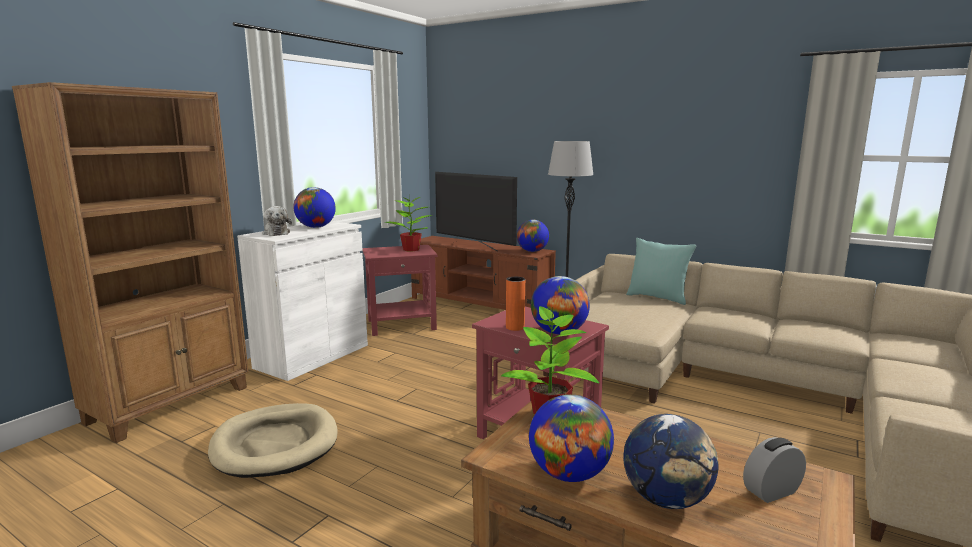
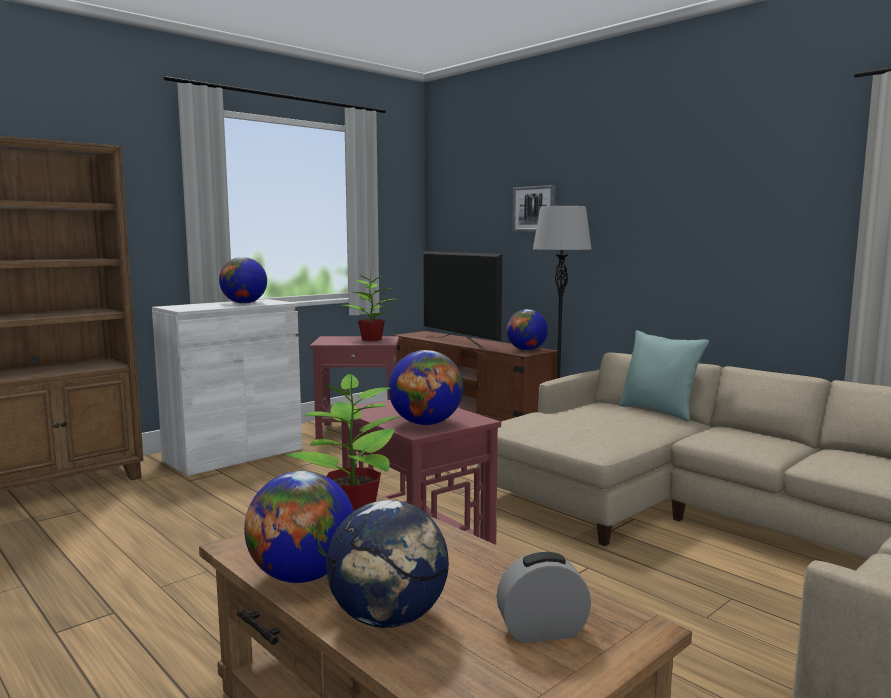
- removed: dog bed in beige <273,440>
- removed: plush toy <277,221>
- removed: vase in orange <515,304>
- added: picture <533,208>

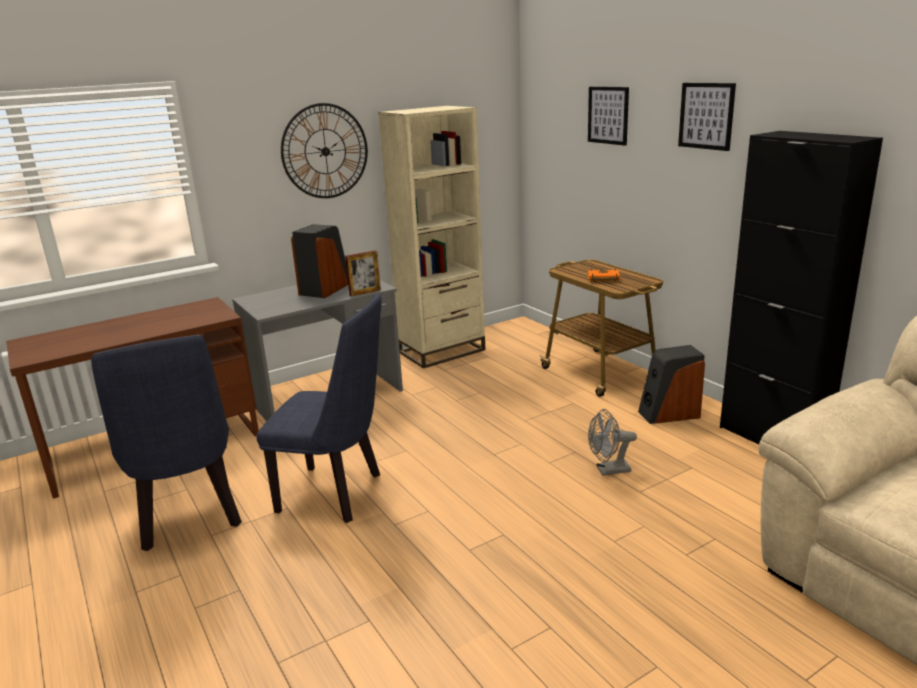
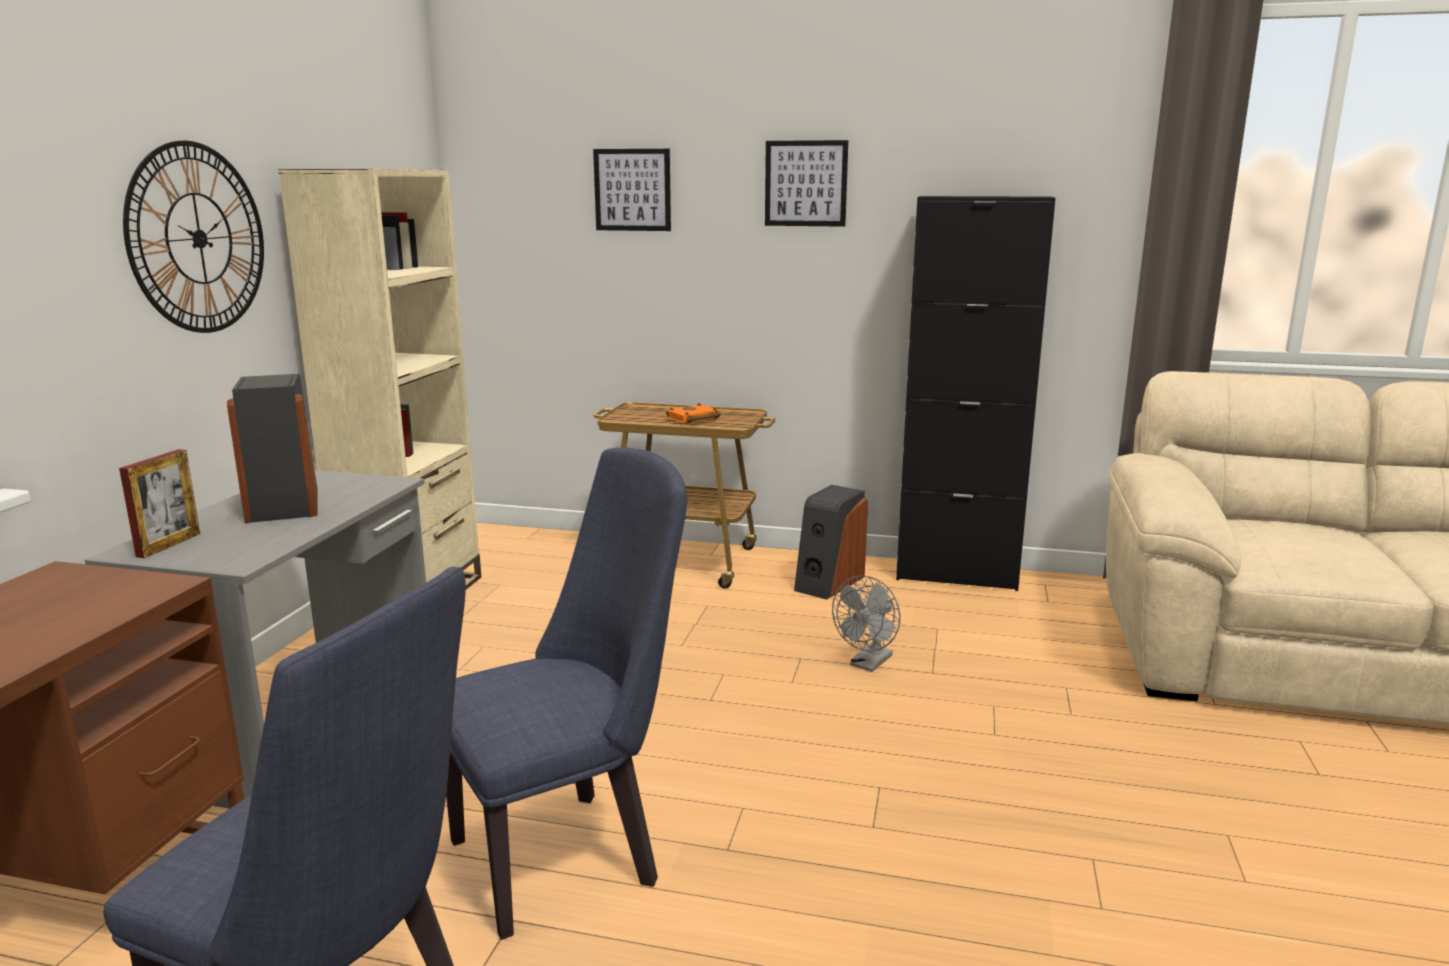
- moved: picture frame <363,273> to <159,503>

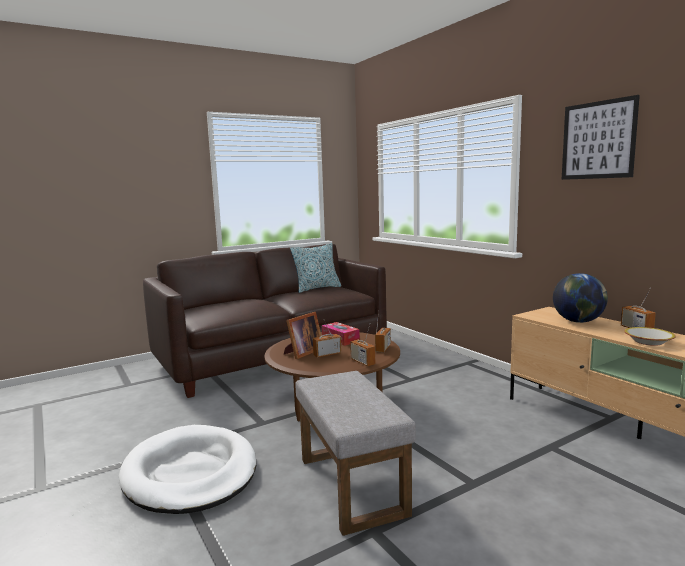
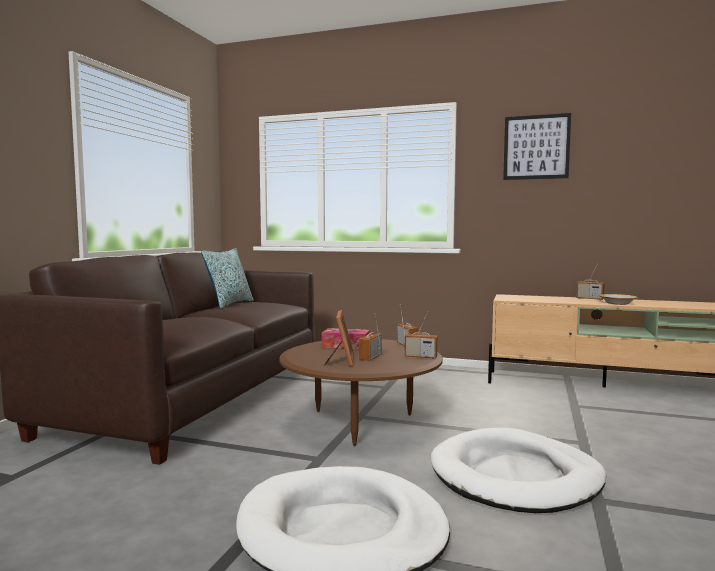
- replaced: ottoman in grey <355,453> to dog bed in white <518,470>
- removed: globe <580,298>

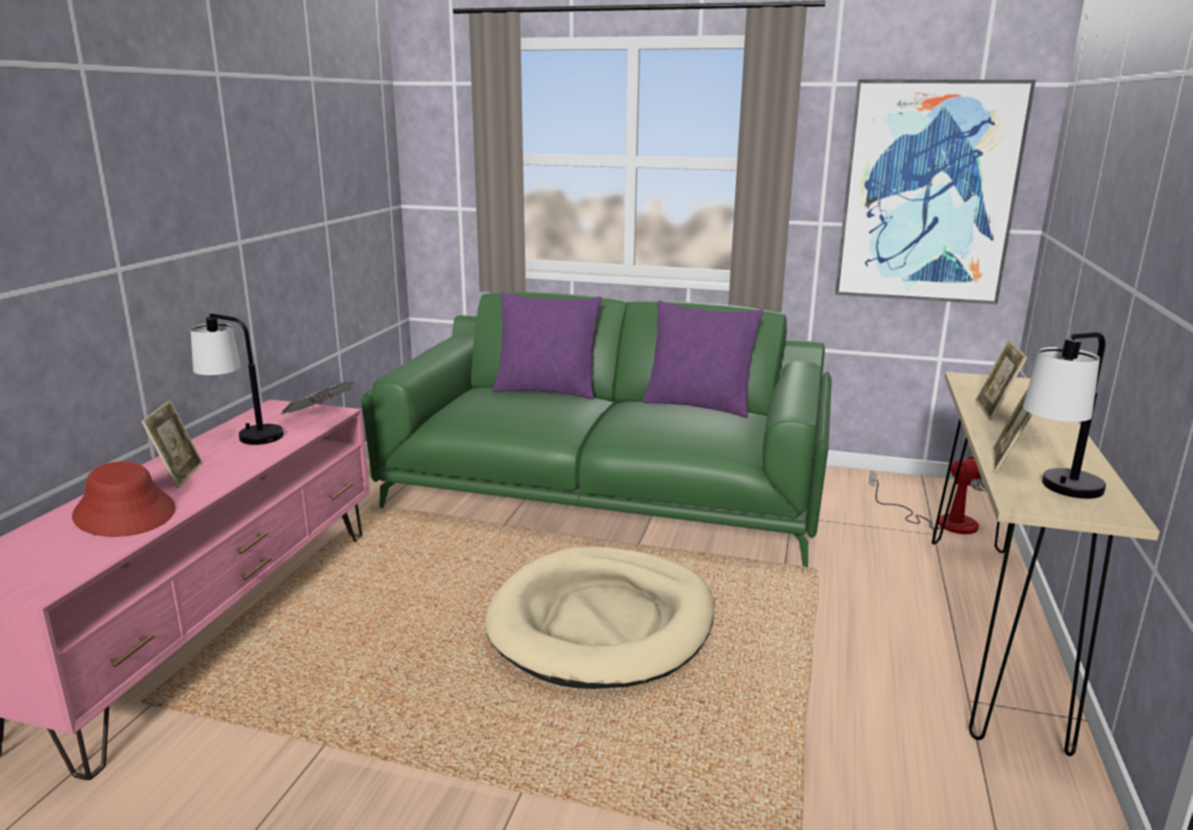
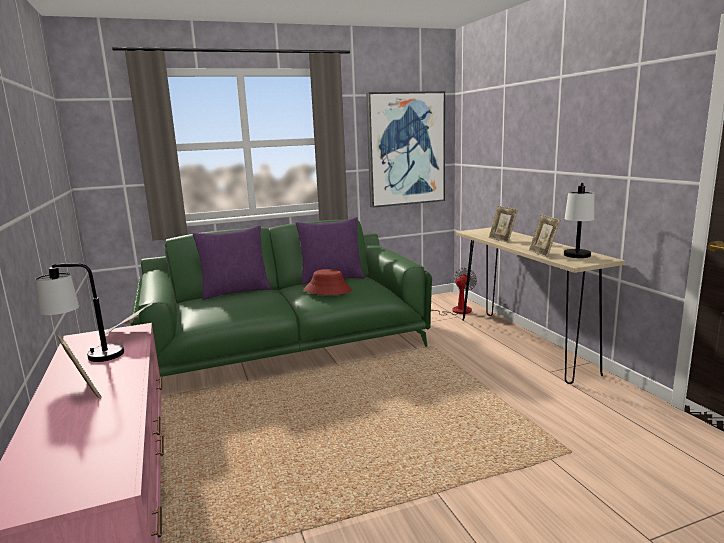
- moved: hat in red <124,499> to <328,282>
- removed: dog bed in beige <599,617>

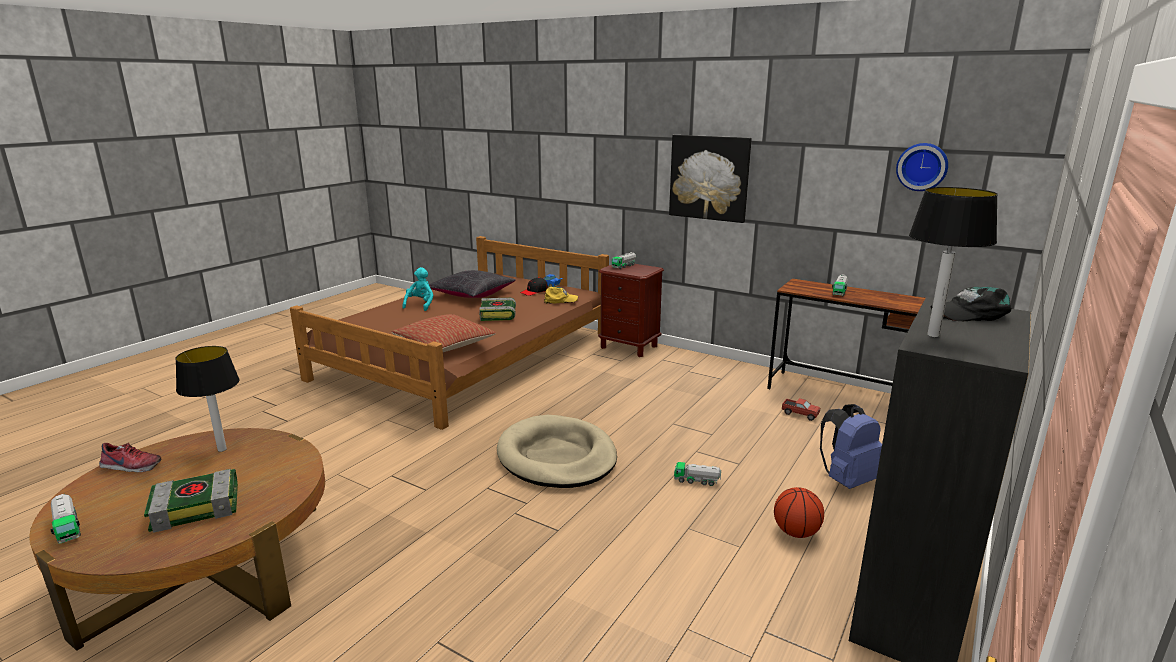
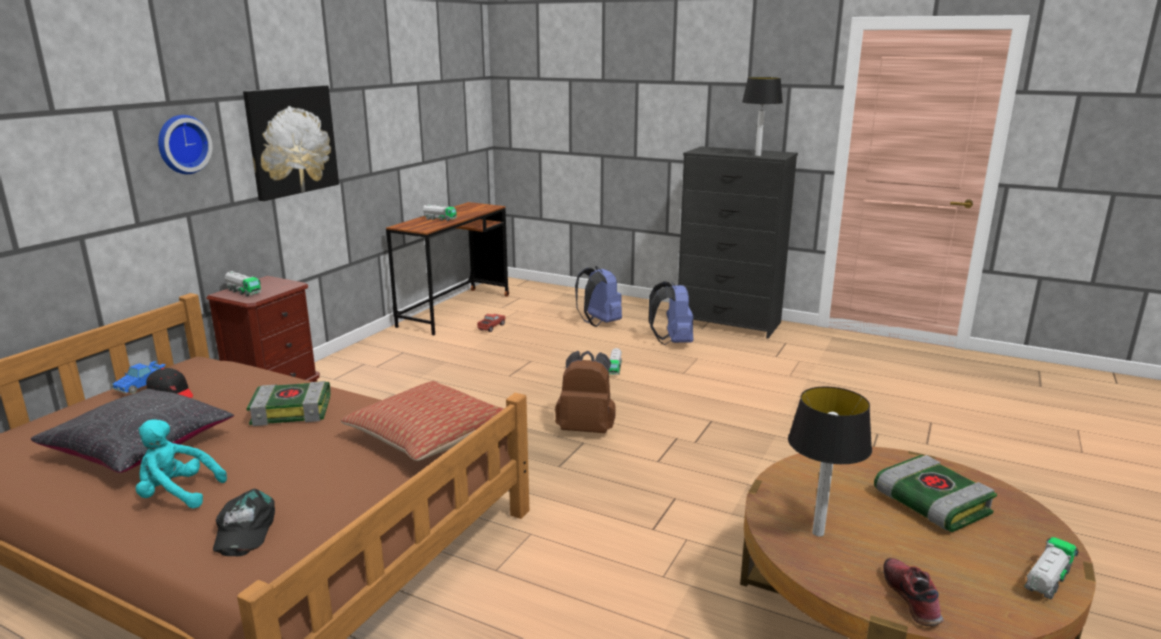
- replaced: dog bed in beige <557,451> to backpack in brown <585,392>
- removed: cap in yellow <561,295>
- replaced: basketball <799,512> to backpack in blue <671,313>
- moved: wall clock <922,167> to <185,144>
- moved: cap in black <971,304> to <244,522>

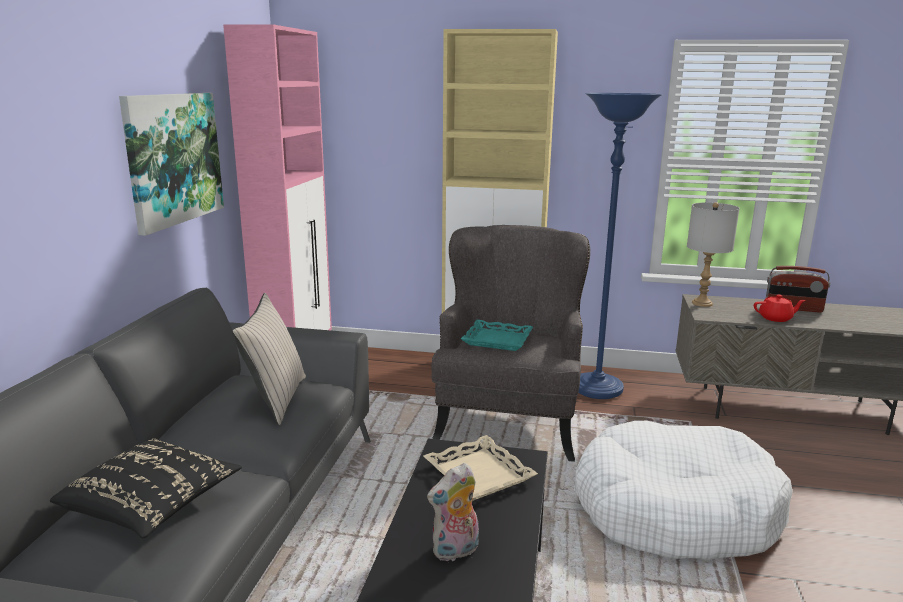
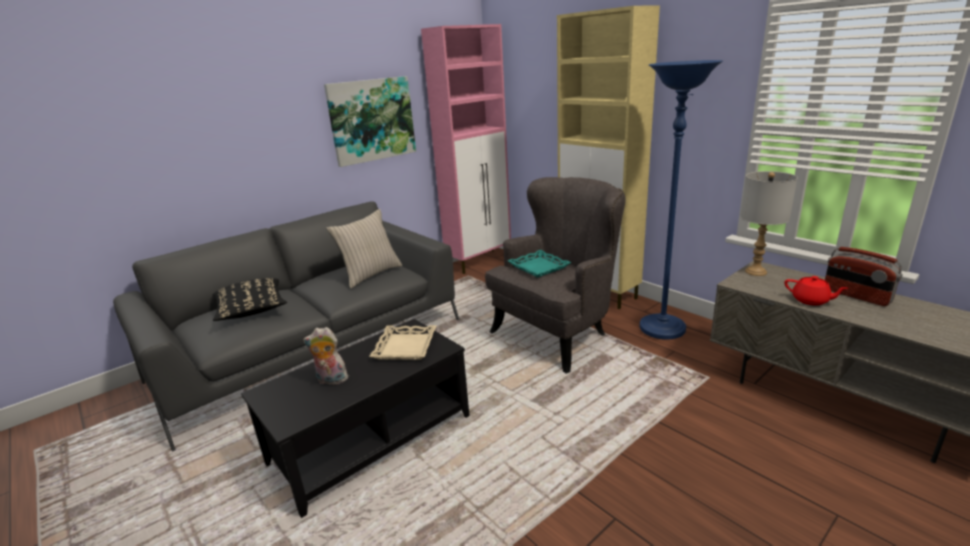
- removed: dog bed in white <683,490>

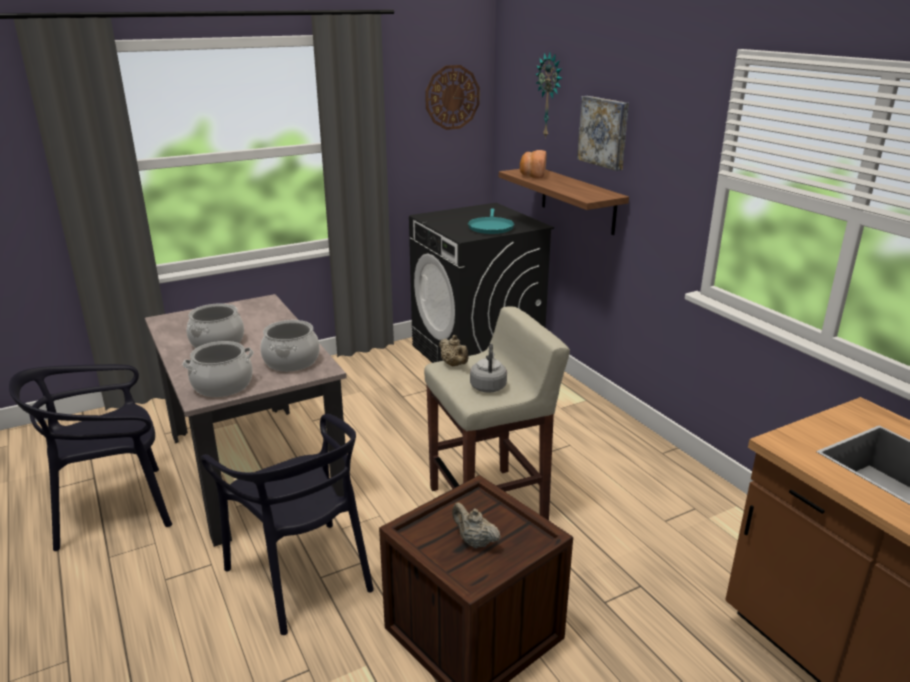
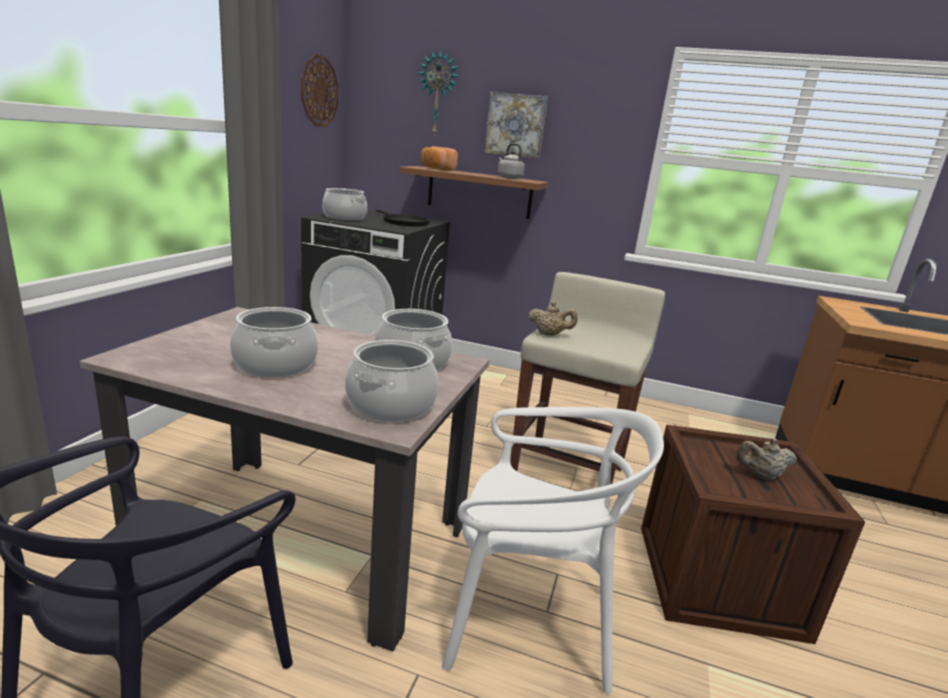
- recoloured: chair in black <287,524> to chair in white <553,550>
- recoloured: frying pan in turquoise <491,221> to frying pan in black <403,218>
- moved: kettle in grey <488,368> to <511,161>
- added: cooking pot <344,204>

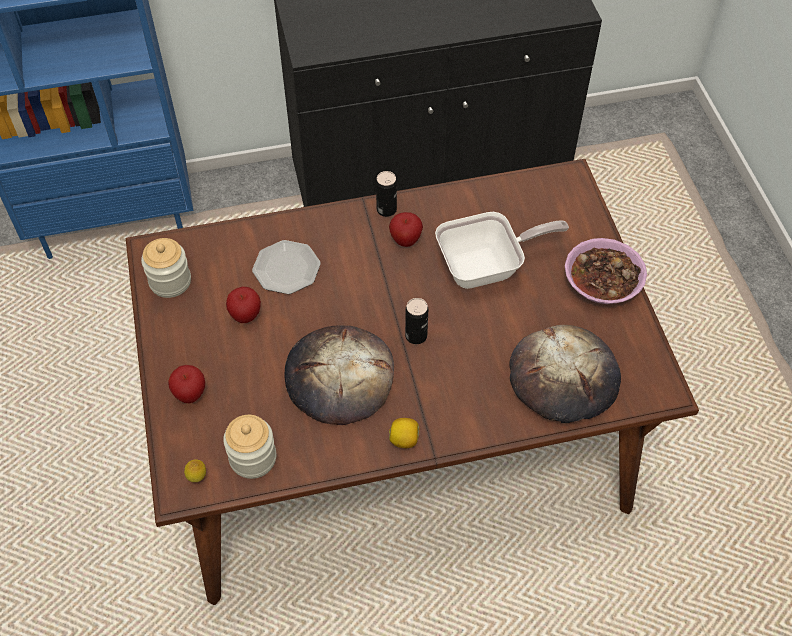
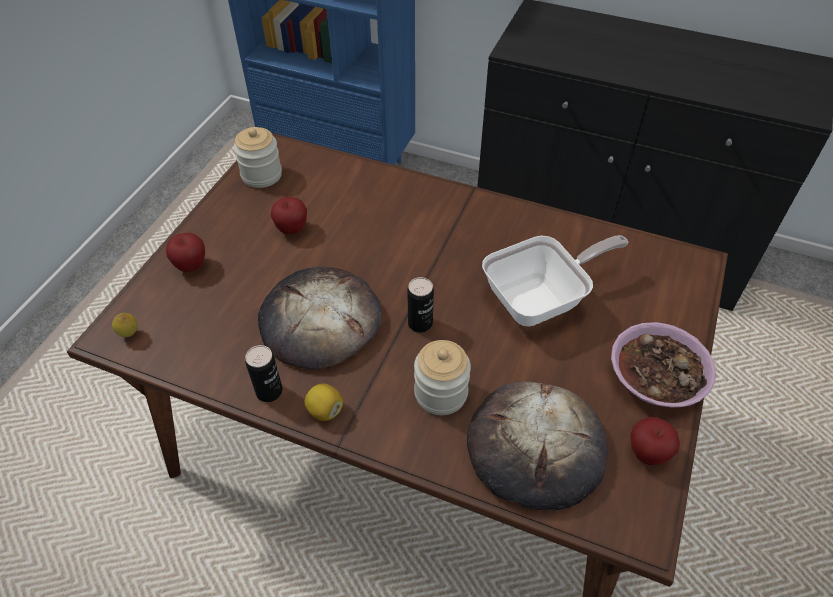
- moved: jar <249,447> to <442,377>
- removed: plate <286,267>
- moved: can <386,194> to <264,373>
- moved: apple <406,229> to <655,441>
- turned: frying pan <502,250> = <555,281> 45 degrees counterclockwise

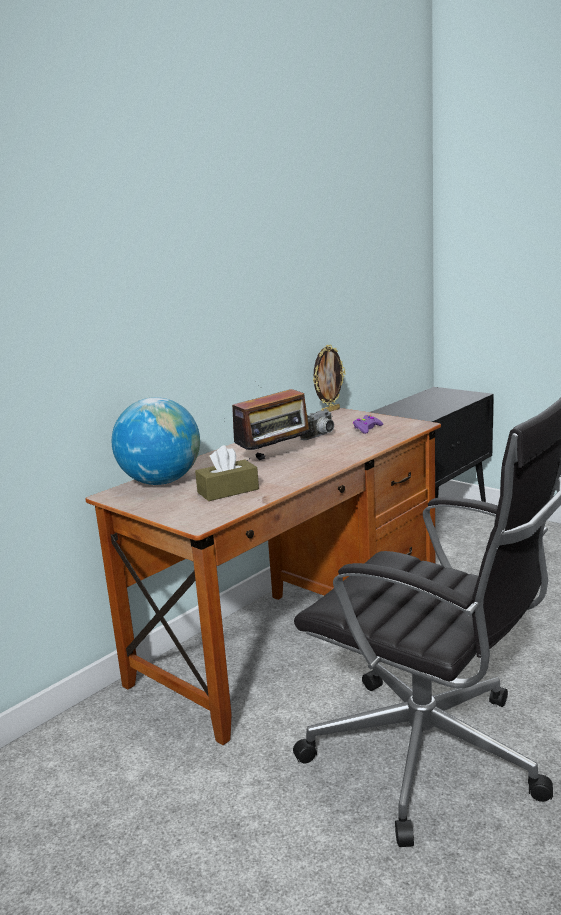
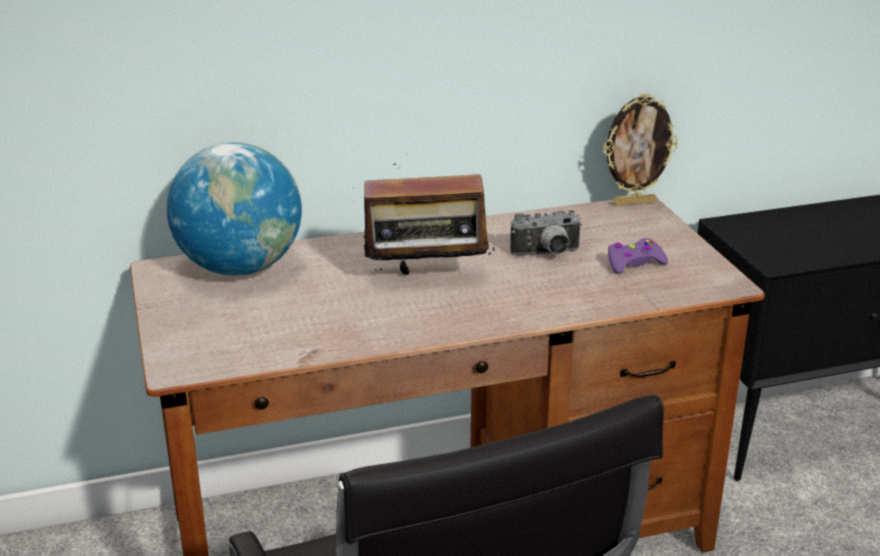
- removed: tissue box in brown <227,473>

